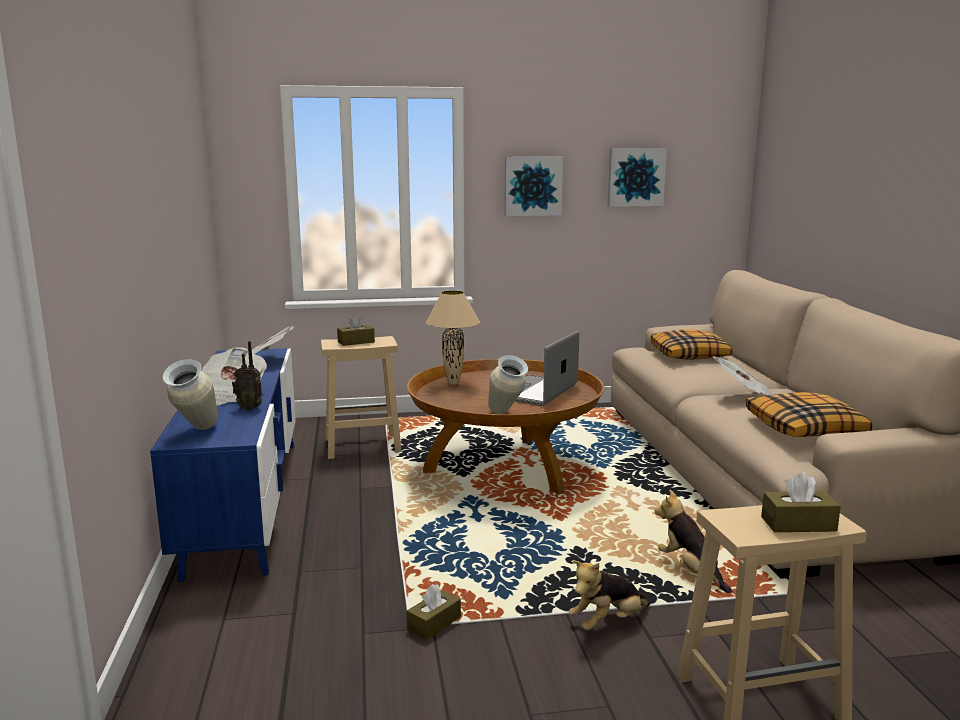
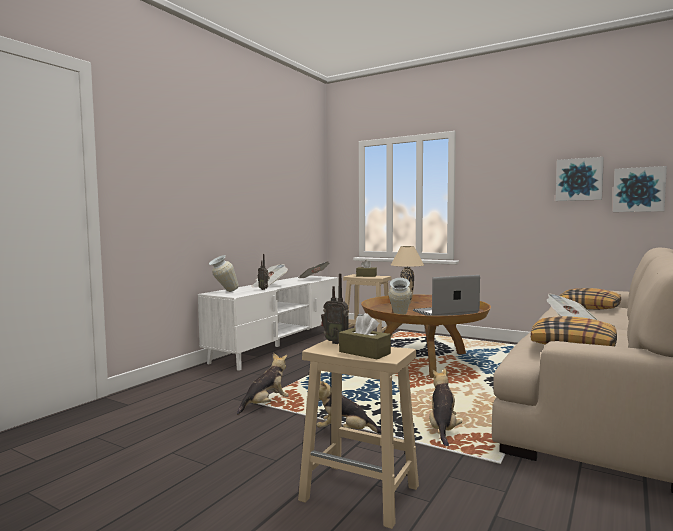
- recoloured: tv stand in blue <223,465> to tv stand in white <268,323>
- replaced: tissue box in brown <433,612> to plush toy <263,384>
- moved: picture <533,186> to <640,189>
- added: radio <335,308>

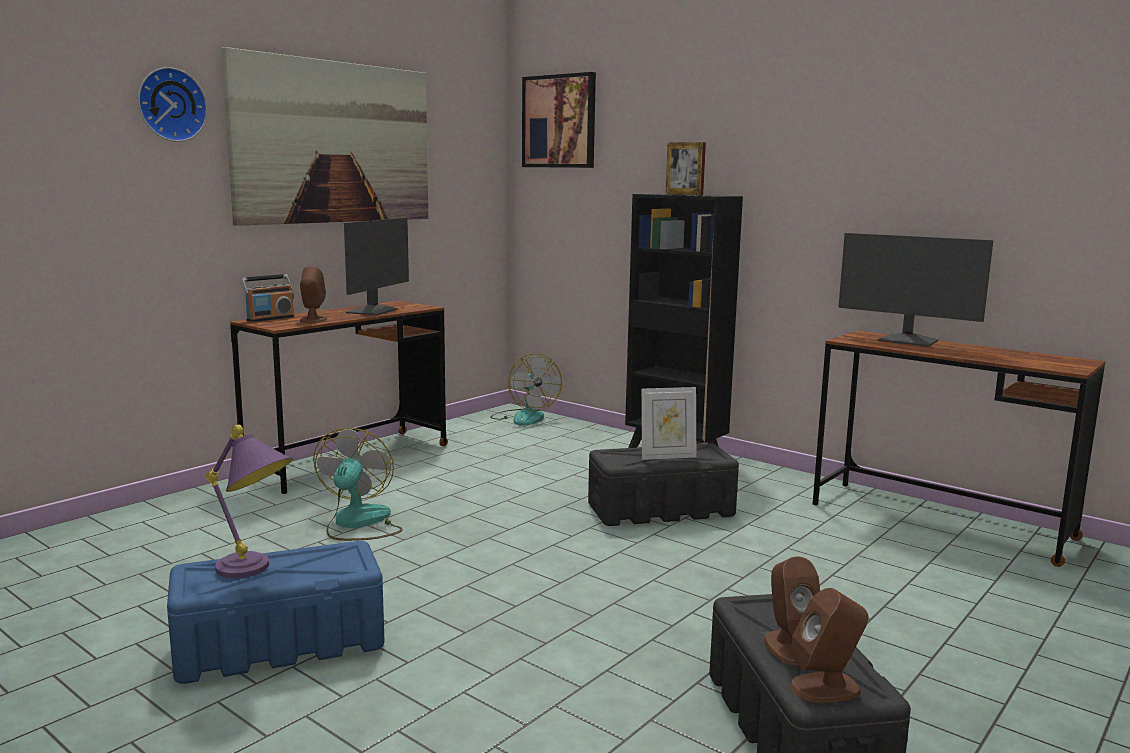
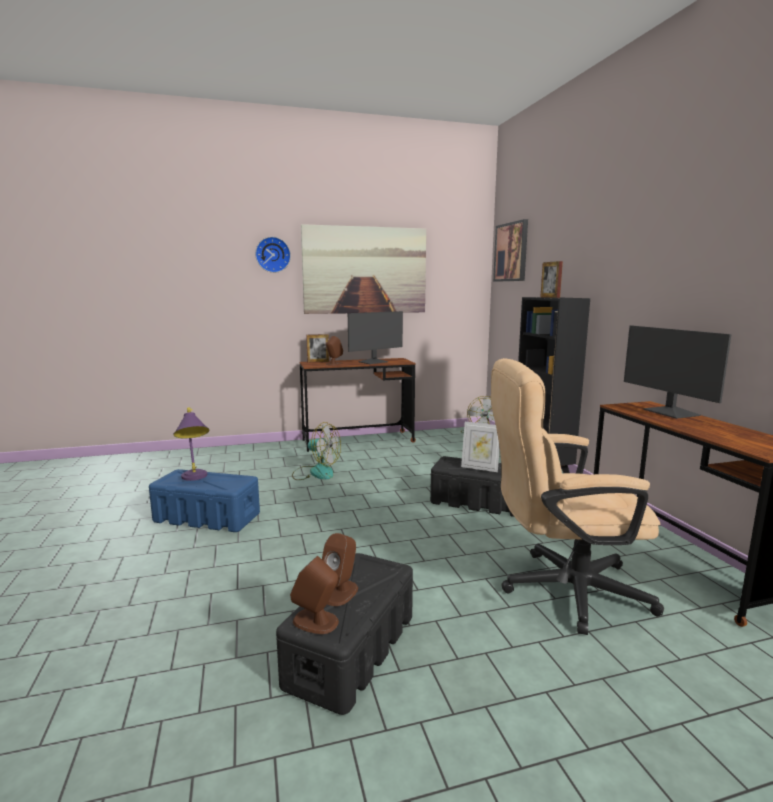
- replaced: radio <267,298> to picture frame <317,348>
- turned: fan <358,484> = <316,451> 75 degrees clockwise
- added: office chair in beige <577,496>

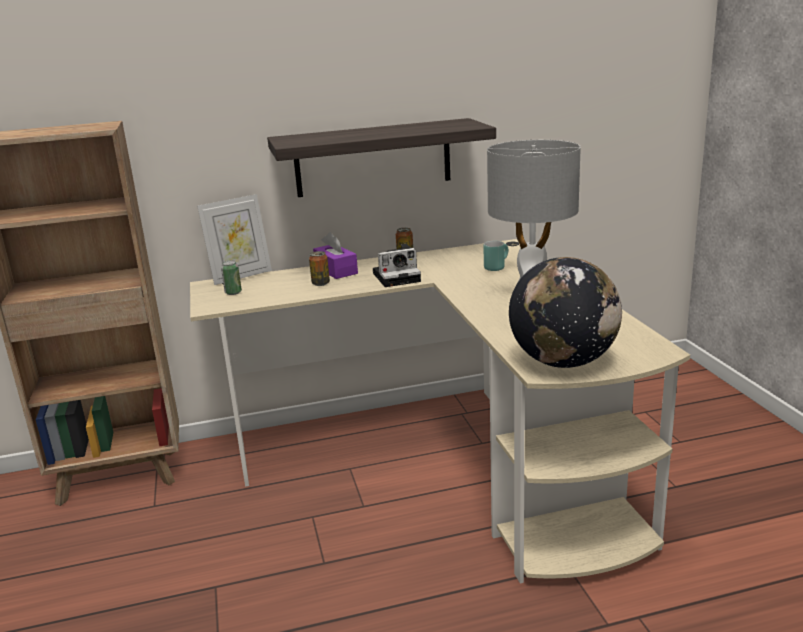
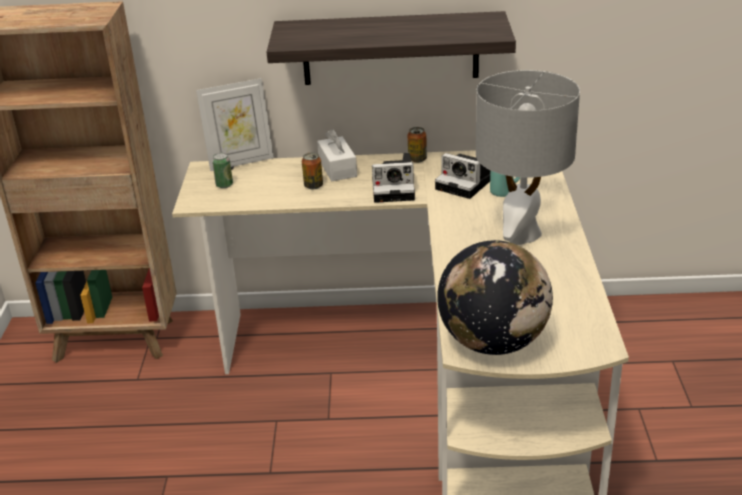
- recoloured: tissue box in purple <335,255> to tissue box in white <337,155>
- added: photo camera <462,176>

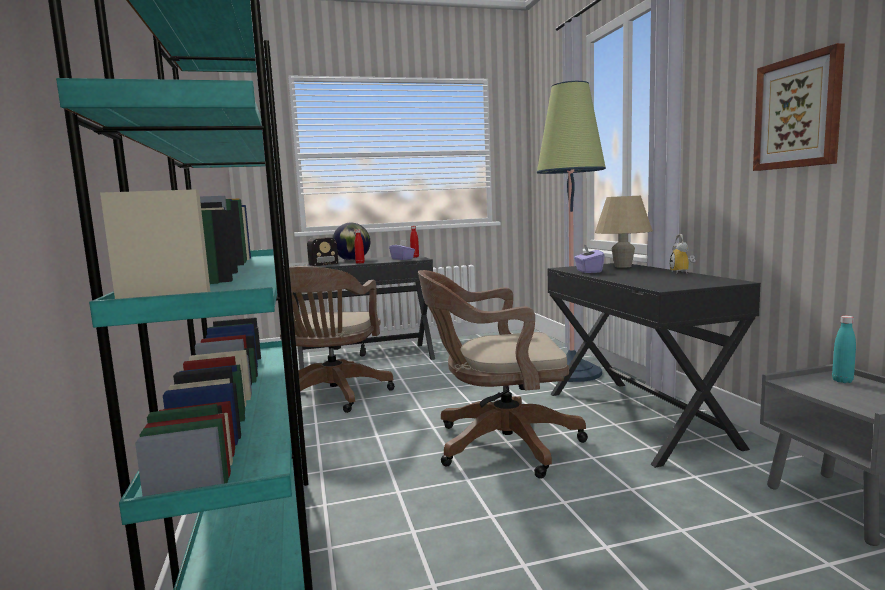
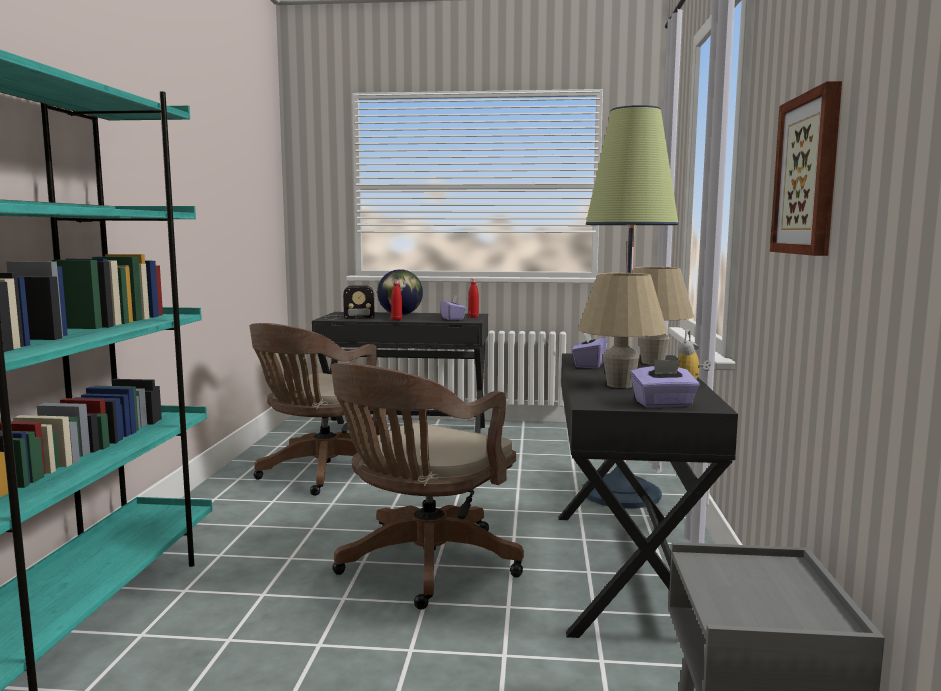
- turned: office chair in brown <503,374> = <427,486> 75 degrees counterclockwise
- removed: bottle in turquoise <844,349>
- added: table lamp in beige <622,330>
- added: tissue box in purple <665,384>

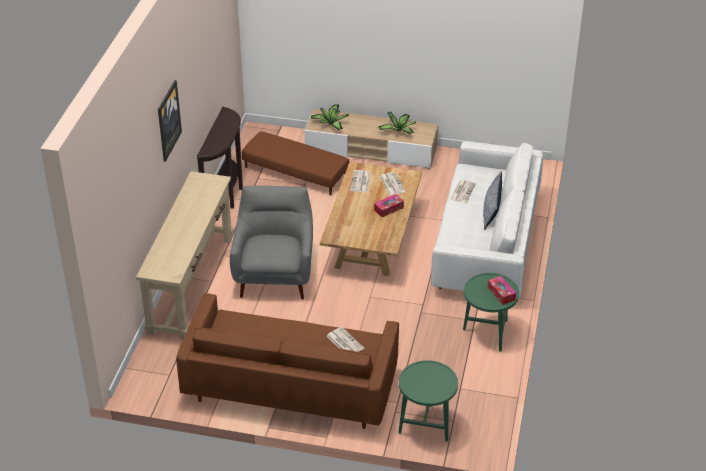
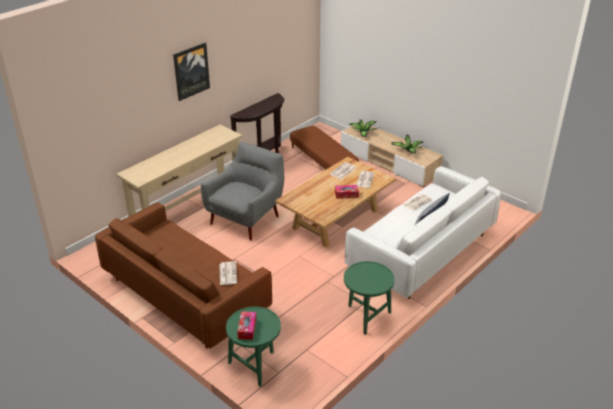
- moved: tissue box <501,290> to <246,325>

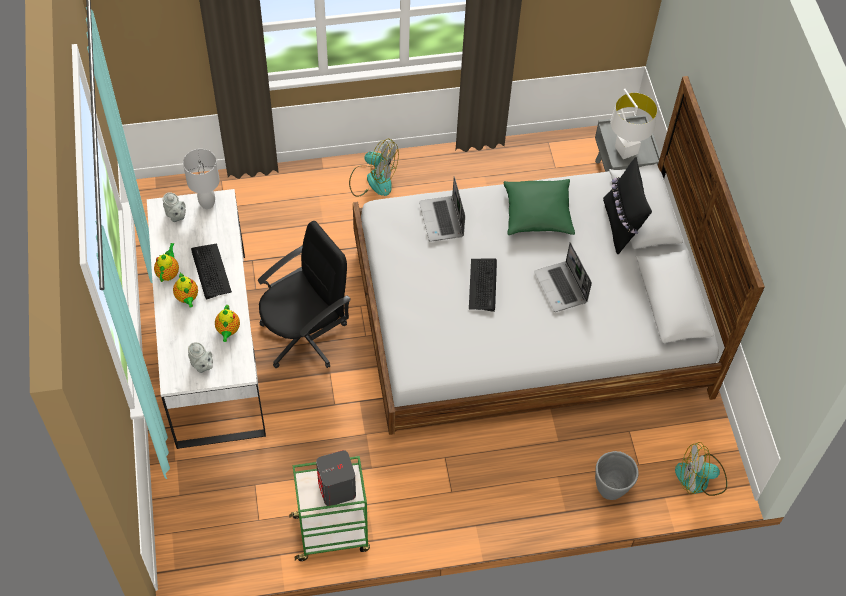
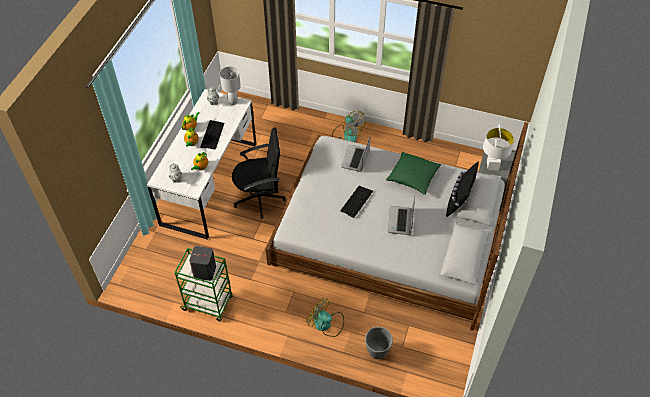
- moved: fan <701,469> to <325,317>

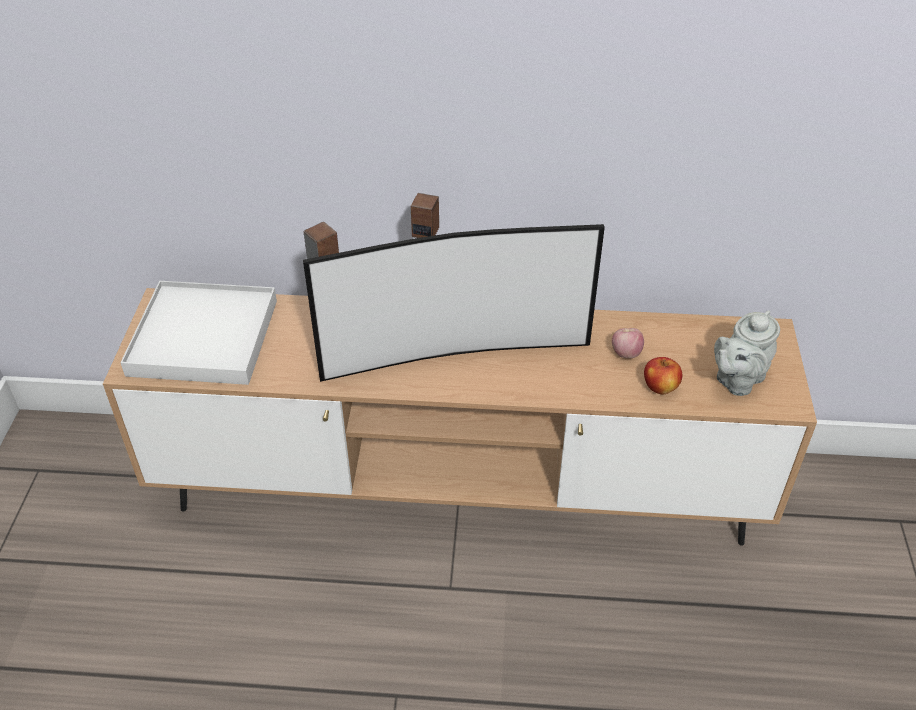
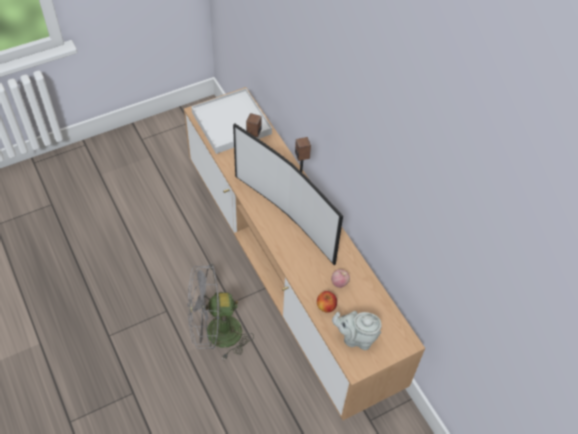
- added: fan in grey <221,312>

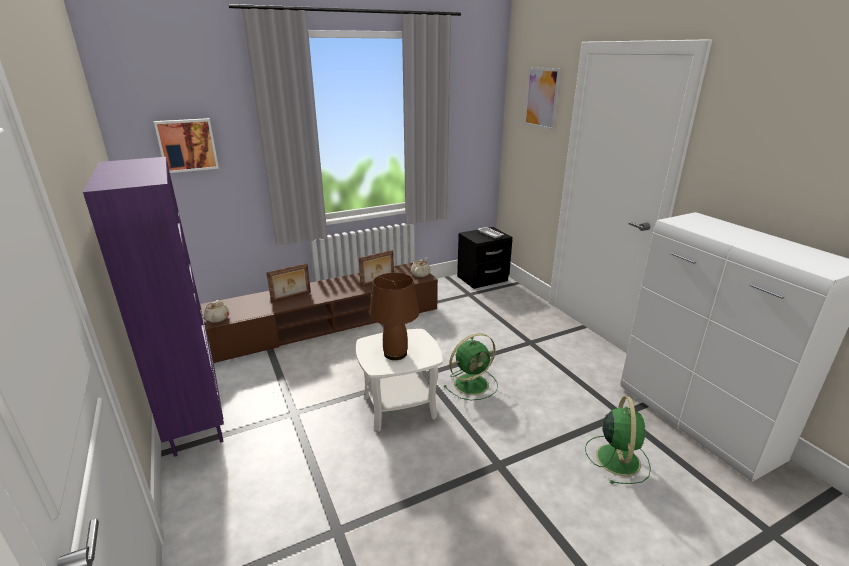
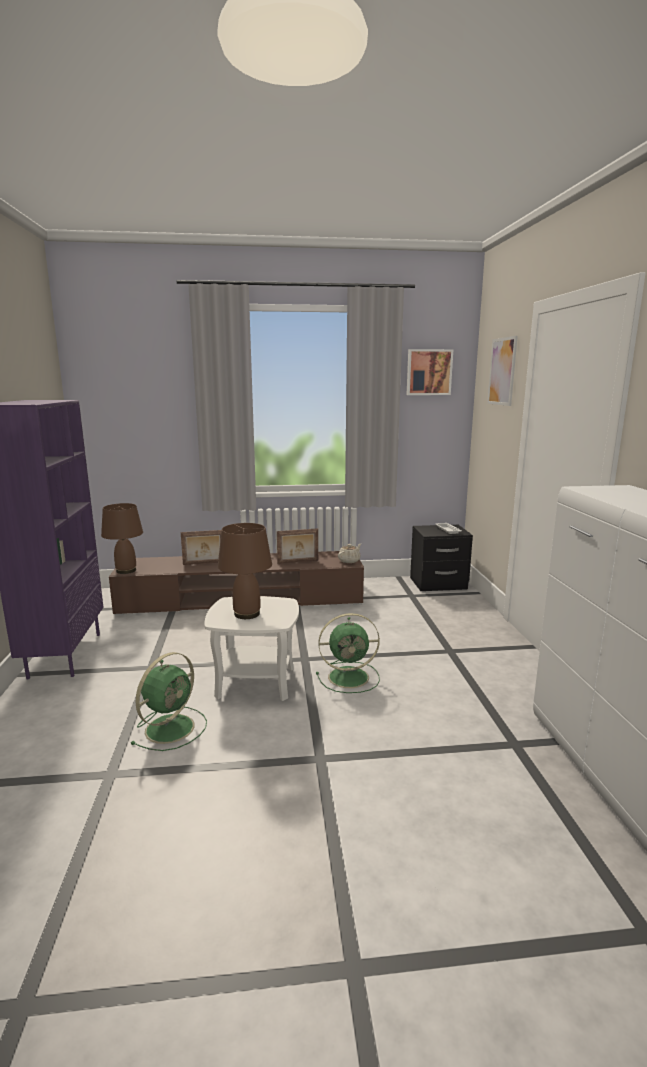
- moved: picture <186,145> to <430,372>
- replaced: teapot in beige <216,311> to table lamp in brown <122,538>
- moved: fan in green <618,440> to <168,701>

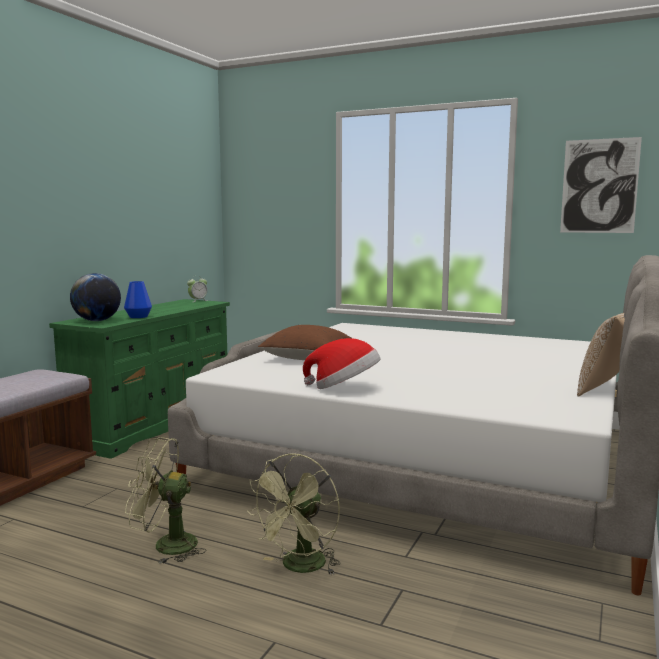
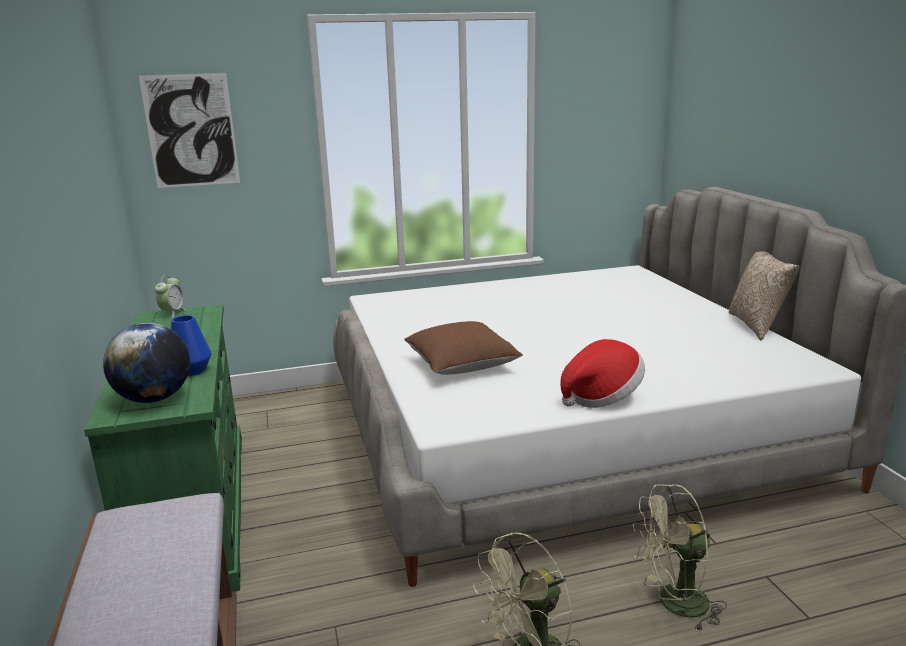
- turned: fan in green <294,513> = <680,558> 90 degrees clockwise
- moved: picture <601,185> to <189,130>

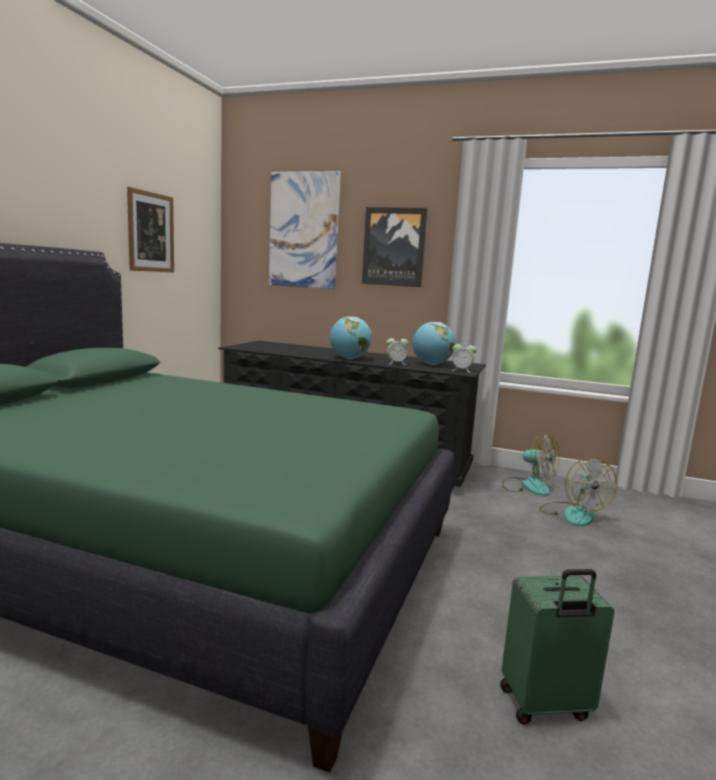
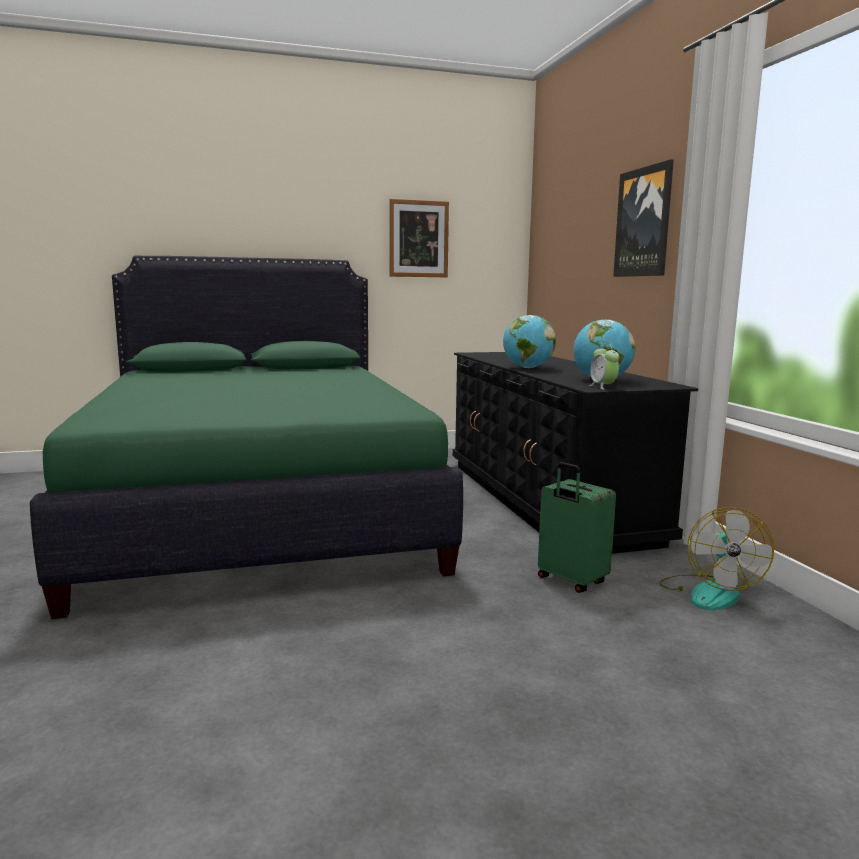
- removed: picture <305,230>
- removed: alarm clock <397,350>
- moved: suitcase in green <557,646> to <577,527>
- removed: fan <578,491>

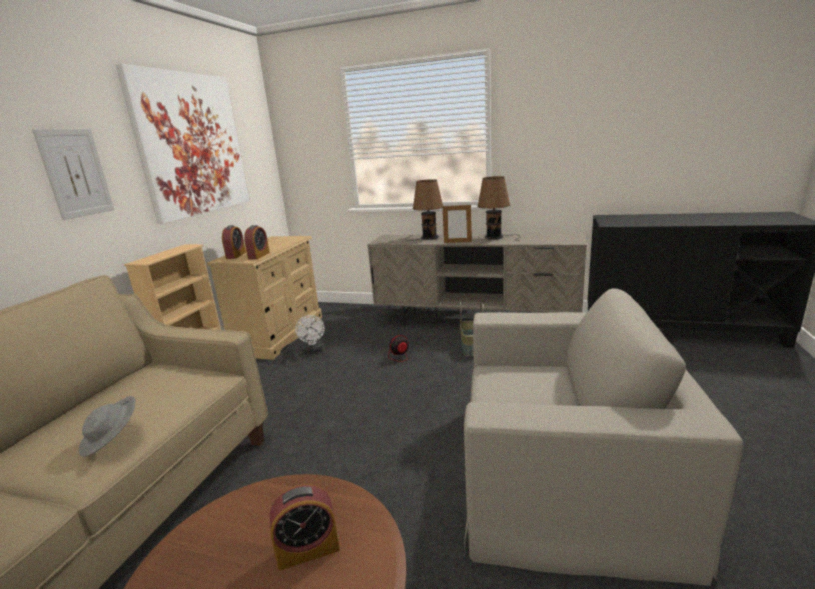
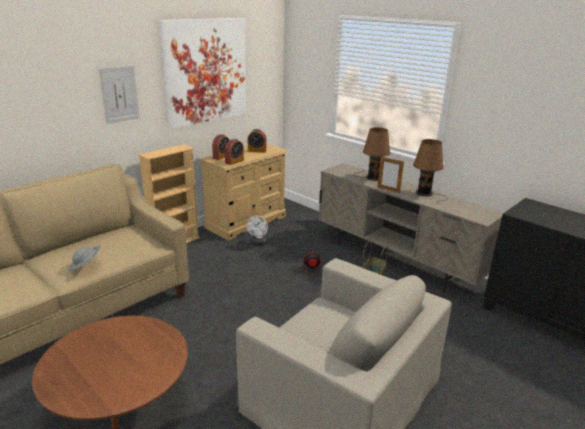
- moved: alarm clock <305,527> to <257,141>

